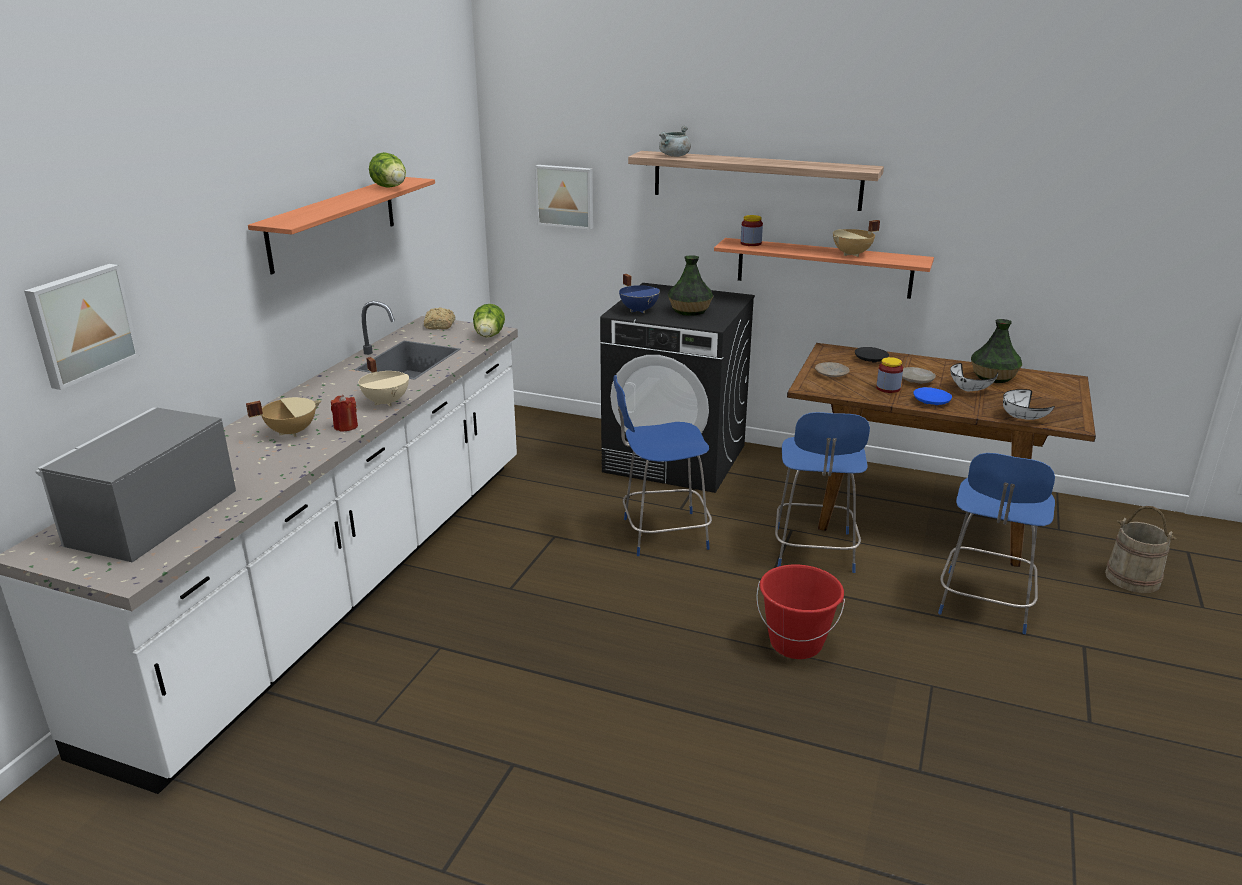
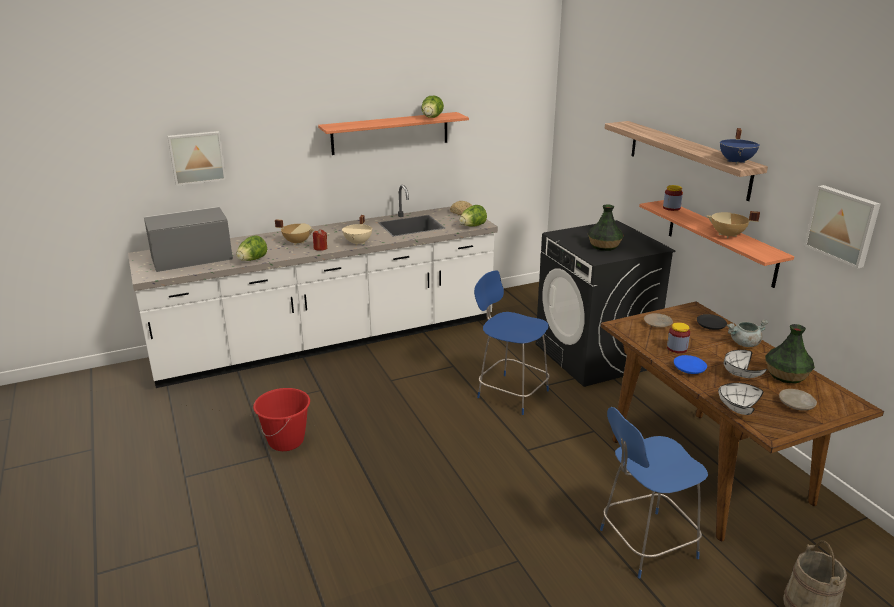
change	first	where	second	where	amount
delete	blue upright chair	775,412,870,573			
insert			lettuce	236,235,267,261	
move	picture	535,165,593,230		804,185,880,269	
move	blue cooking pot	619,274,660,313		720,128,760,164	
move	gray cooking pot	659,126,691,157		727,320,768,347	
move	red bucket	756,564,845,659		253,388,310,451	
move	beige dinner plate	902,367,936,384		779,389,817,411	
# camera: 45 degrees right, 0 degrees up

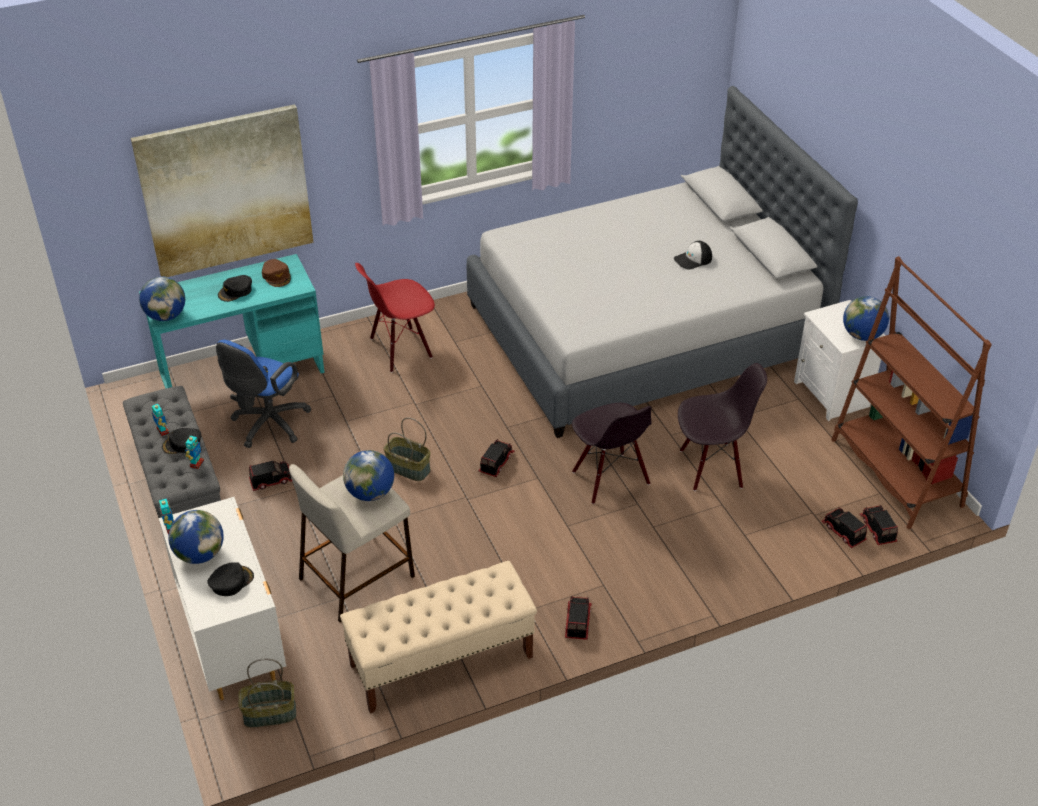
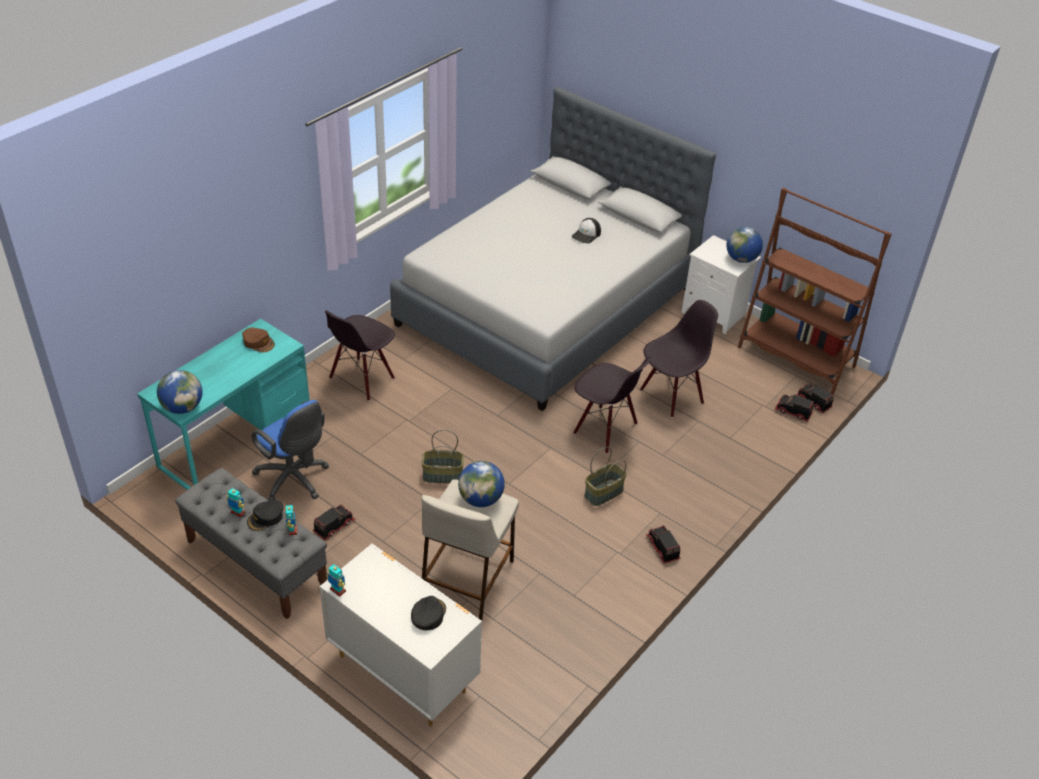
change	first	where	second	where	amount
delete	picture	131,104,314,277			
delete	globe	168,510,224,564			
delete	black cap	218,275,252,302			
delete	beige long seat	340,561,537,713			
delete	model truck	479,439,515,477			
move	storage basket	238,659,296,727		584,447,627,506	
recolor	red upright chair	355,263,435,373	black upright chair	325,310,395,401	
rotate	blue office chair	216,340,311,448		252,400,329,501	45 degrees counterclockwise
# camera: 30 degrees left, 0 degrees up

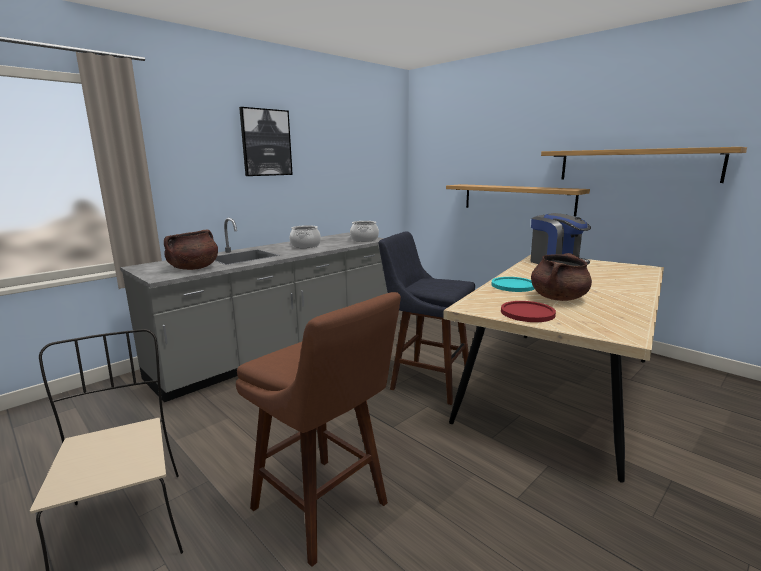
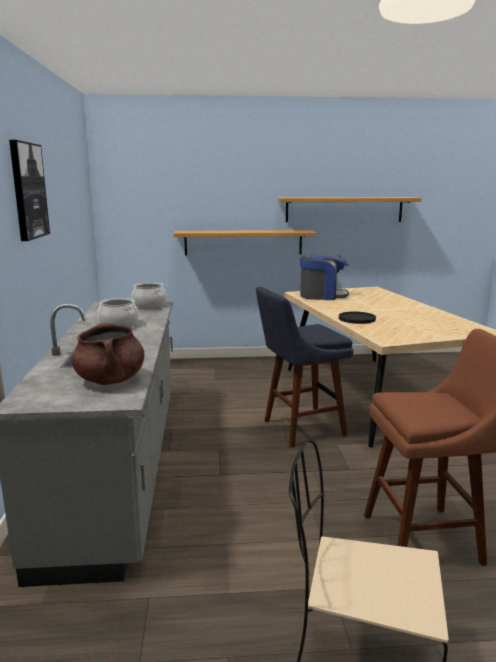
change	first	where	second	where	amount
delete	red dinner plate	501,301,556,322			
delete	brown-coloured cooking pot	531,253,592,301			
recolor	blue-green dinner plate	491,277,534,292	black dinner plate	339,311,376,324	
# camera: 50 degrees left, 0 degrees up

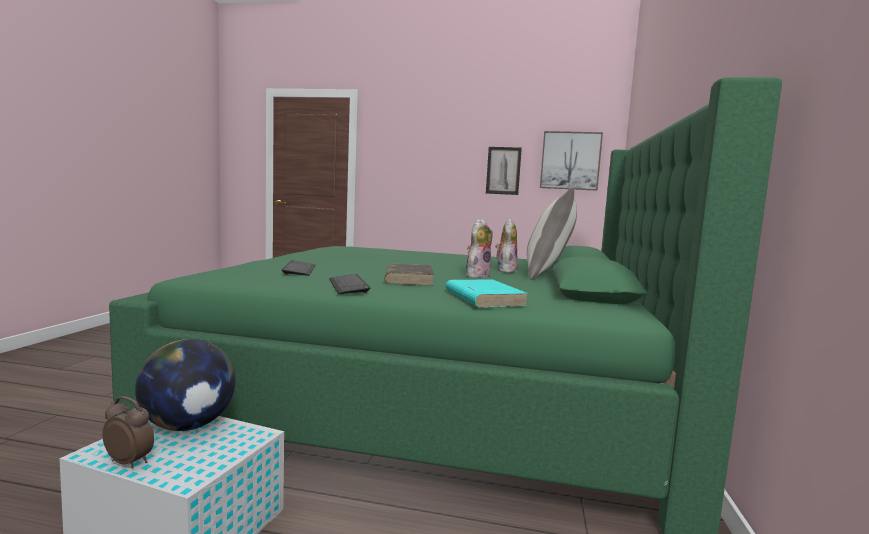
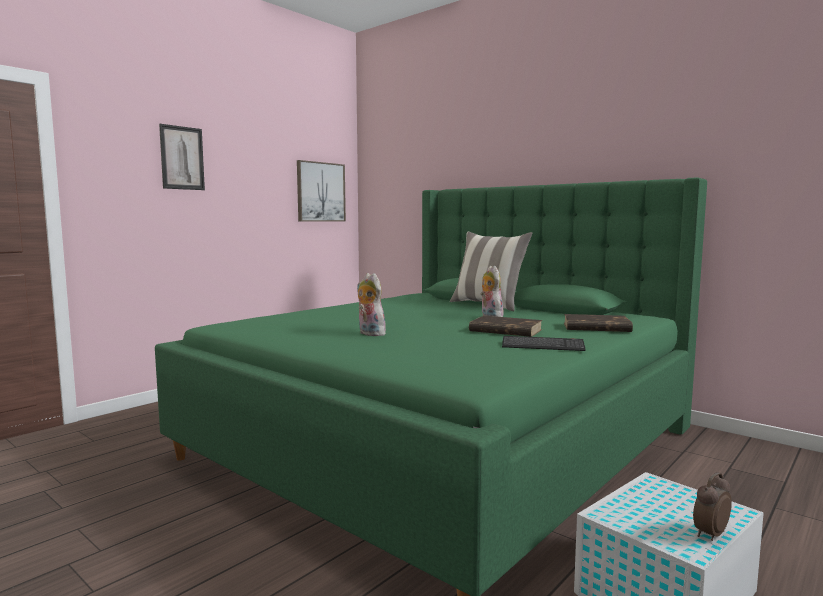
change	first	where	second	where	amount
delete	globe	135,339,236,431			
delete	keyboard	282,260,316,276			
move	picture	486,147,522,195		159,124,205,190	
move	soft toy	495,219,518,273		357,273,386,336	
recolor	blue-green book	446,280,529,308	brown-coloured book	564,314,633,332	
# camera: 60 degrees left, 0 degrees up

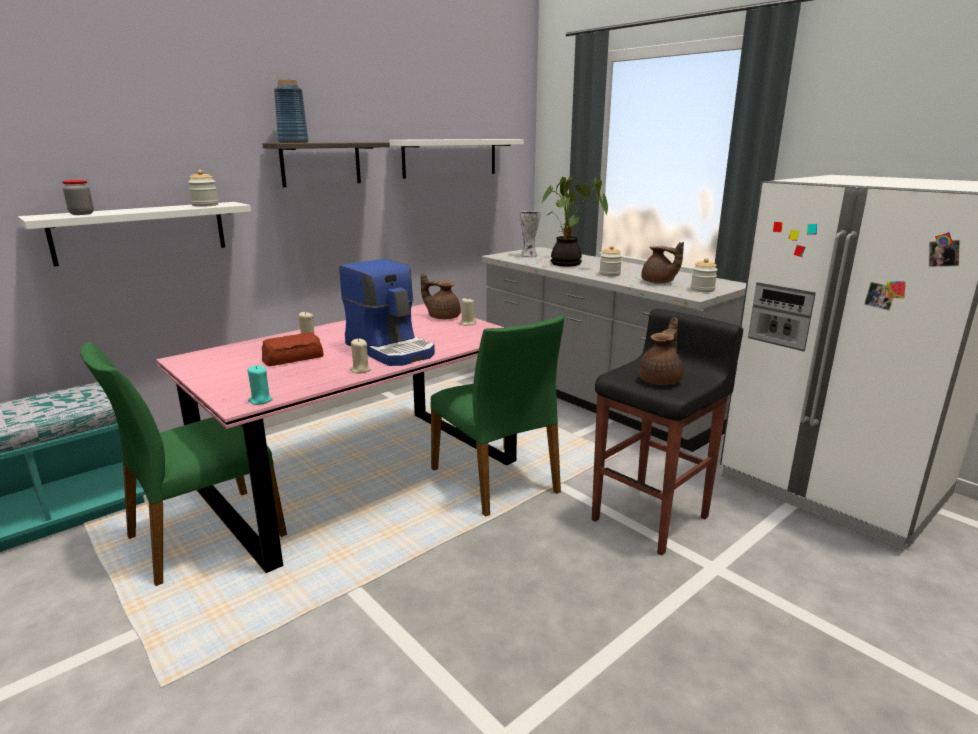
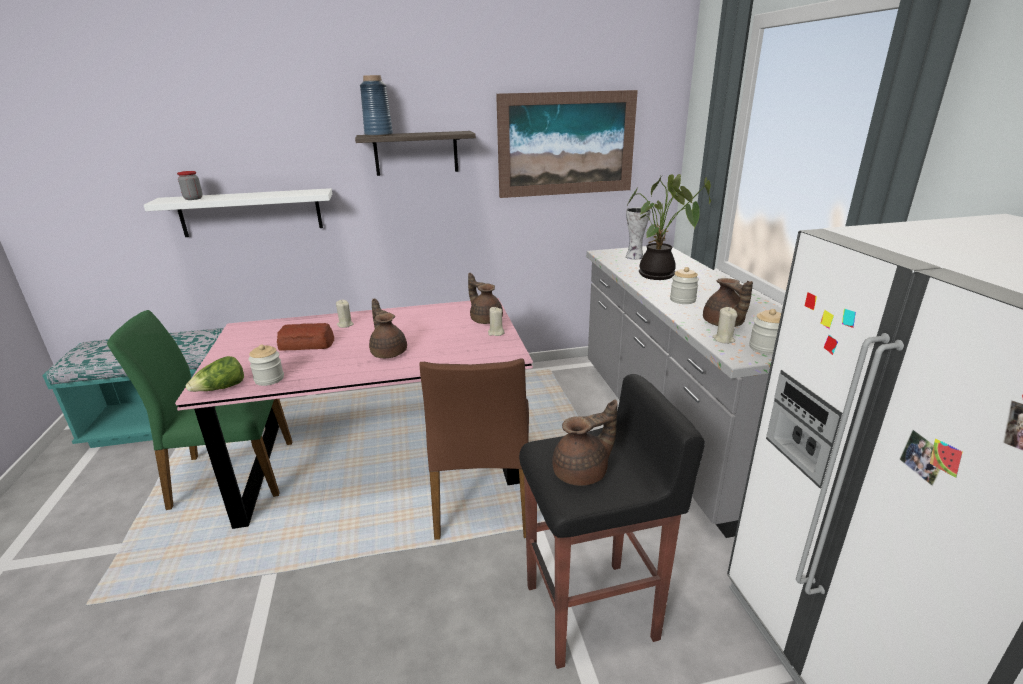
change	first	where	second	where	amount
move	jar	188,170,218,207		248,344,284,386	
move	beige wax candle	350,338,371,374		712,307,738,344	
replace	blue-green wax candle	247,365,273,405	lettuce	186,356,244,392	
replace	coffee machine	339,259,435,366	brown-coloured pot for tea	369,299,407,358	
replace	whitish shelf	389,139,524,179	picture	496,90,638,198	
recolor	green-coloured upright chair	430,316,564,517	brown-coloured upright chair	420,359,529,540	
# camera: 30 degrees right, 5 degrees up

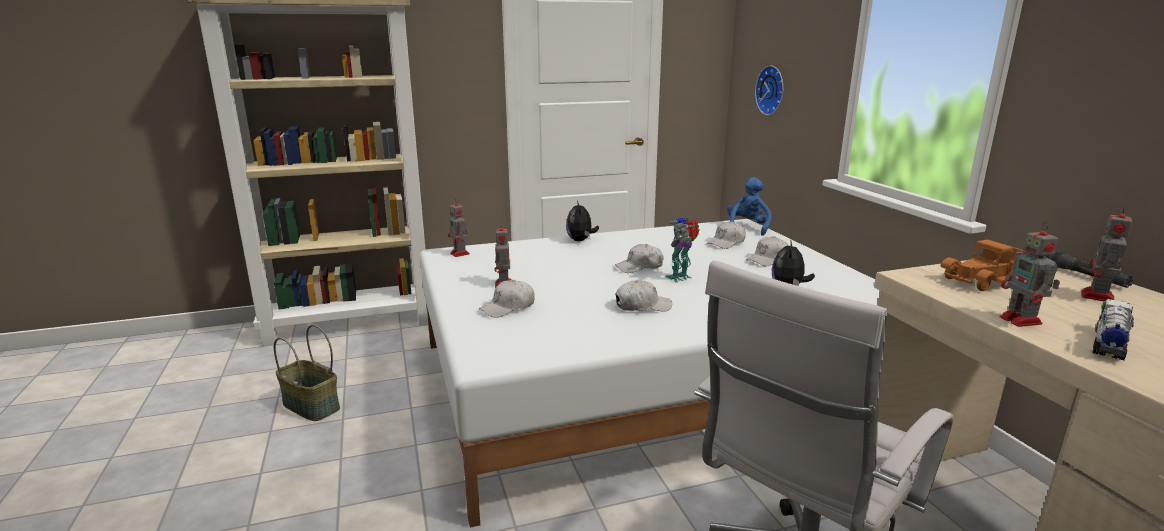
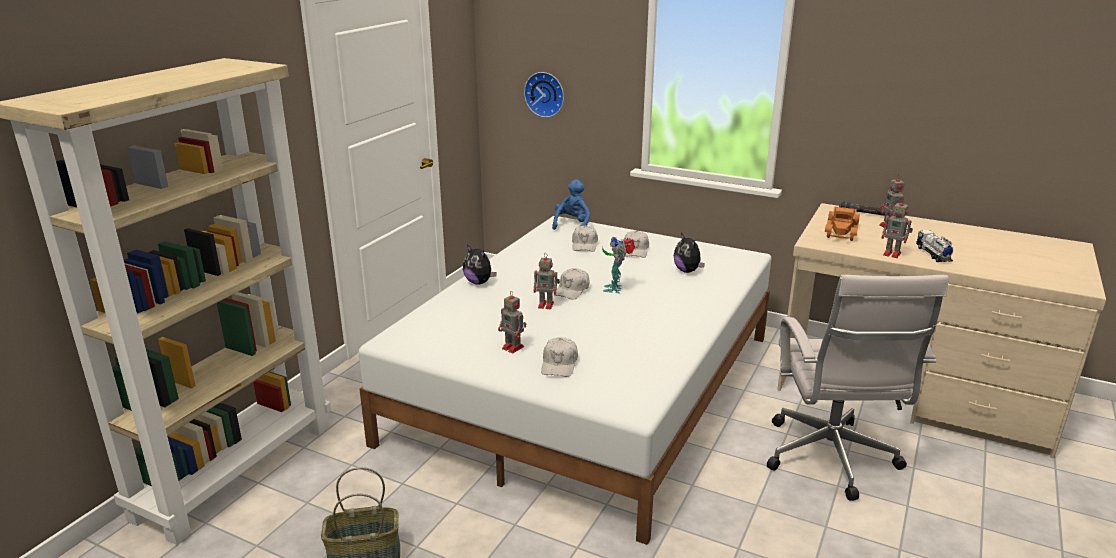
change	first	where	second	where	amount
delete	whitish cap	615,279,672,312			
move	model robot	448,199,470,257		534,253,560,309	
rotate	blue soft toy	727,177,772,236		552,179,590,230	45 degrees clockwise
# camera: 45 degrees left, 5 degrees up

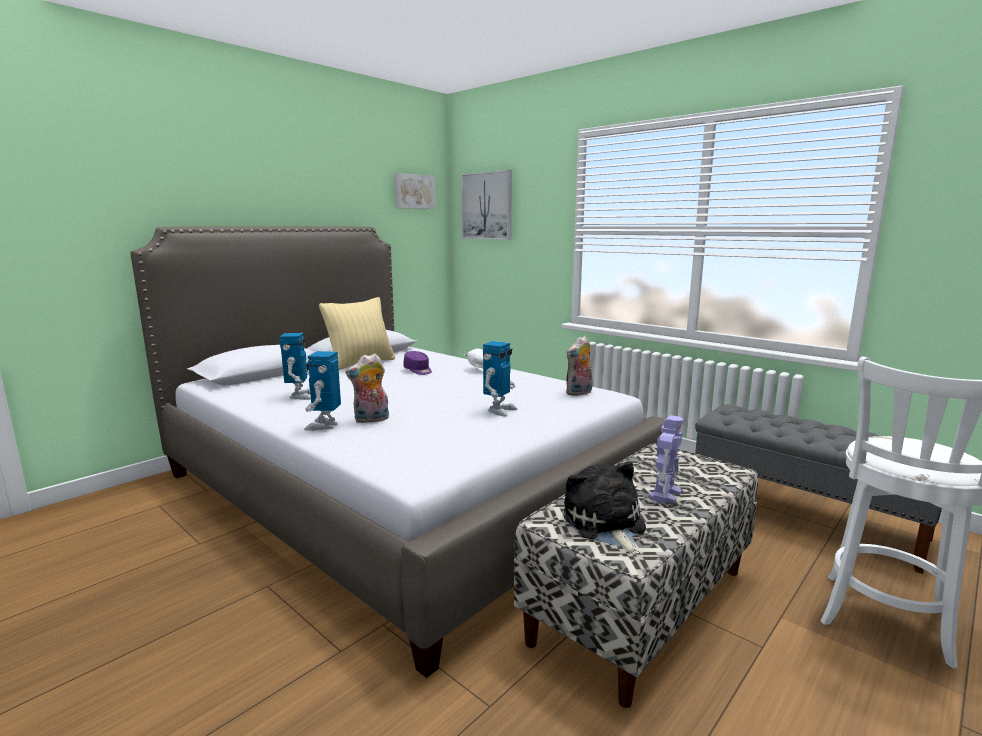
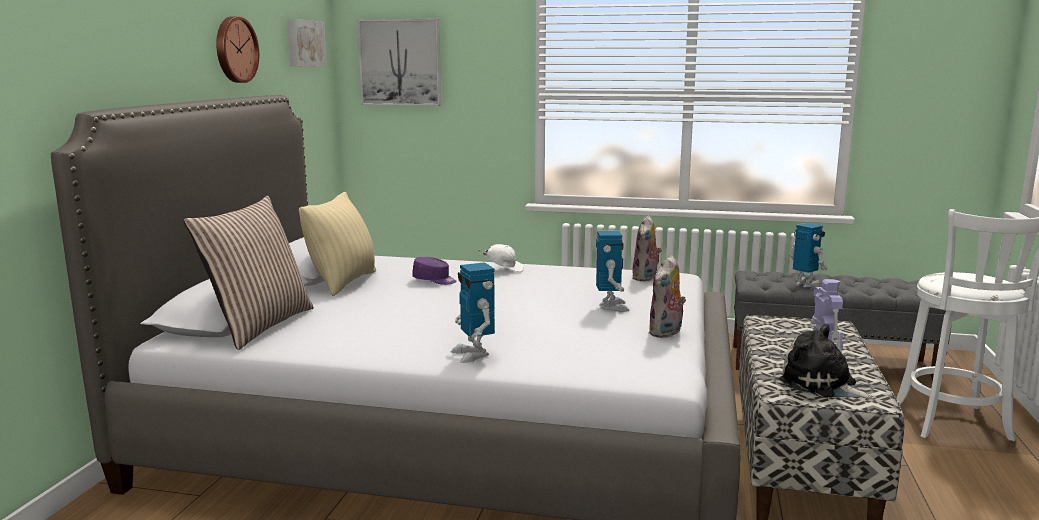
change	first	where	second	where	amount
insert			cushion	183,196,314,350	
insert			clock on the wall	216,16,259,83	
move	model robot	280,333,311,400		789,223,828,287	
move	soft toy	346,353,389,423		648,255,686,338	
# camera: 30 degrees left, 0 degrees up

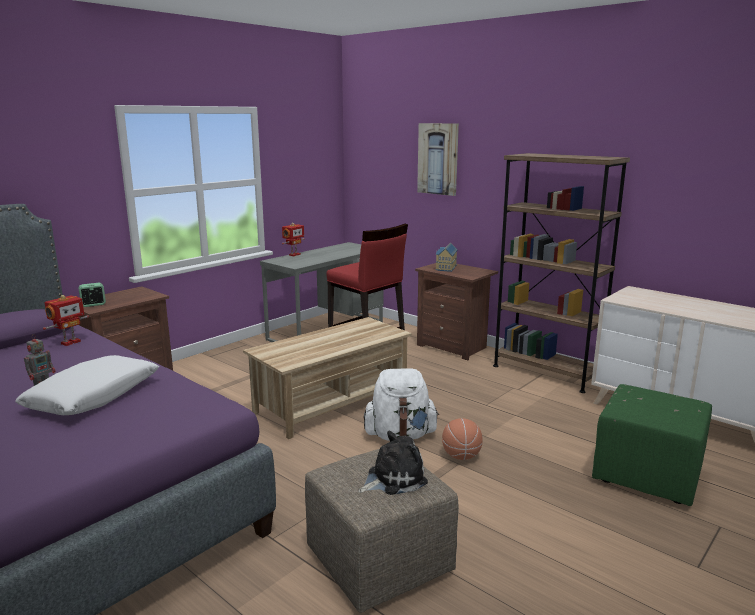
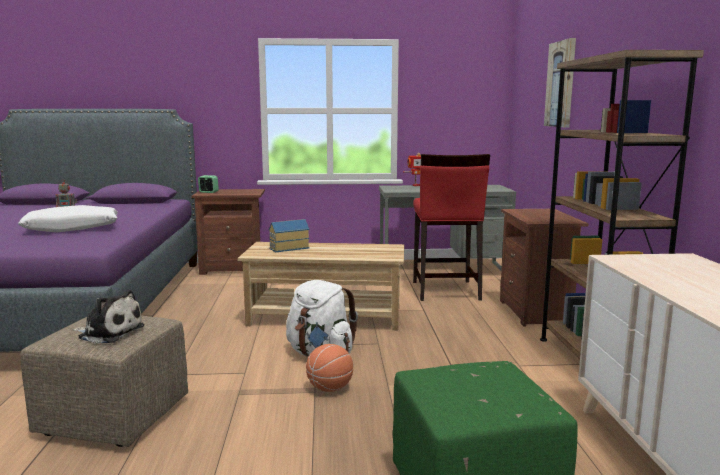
change	first	where	second	where	amount
delete	model robot	43,295,89,346			
move	model house	435,243,457,272		269,219,309,252	
# camera: 45 degrees right, 5 degrees down

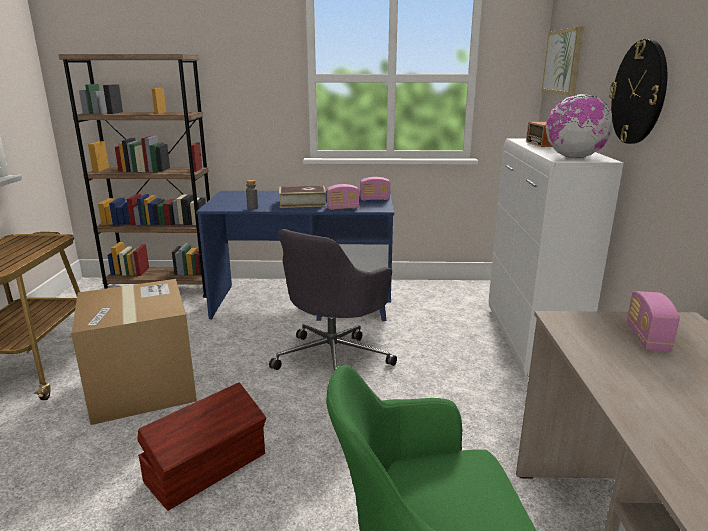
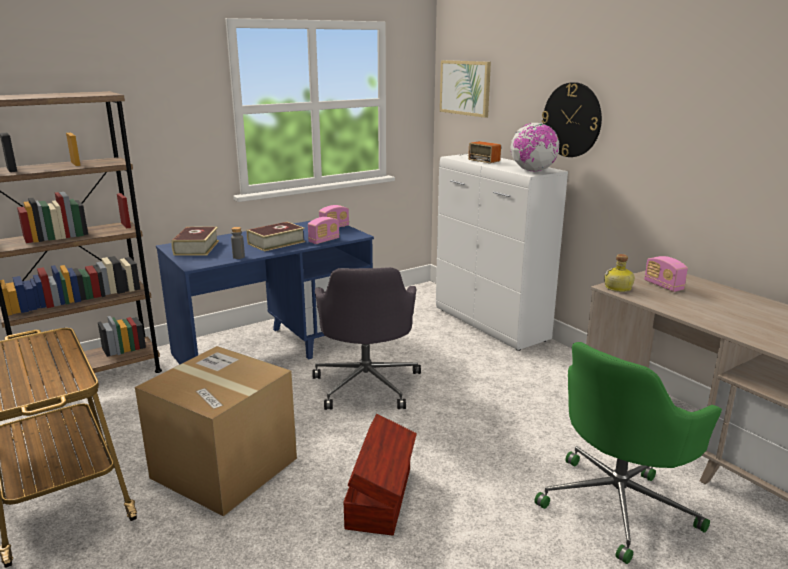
change	first	where	second	where	amount
insert			book	172,227,219,256	
insert			drink bottle	604,254,635,292	
# camera: 35 degrees left, 0 degrees up

